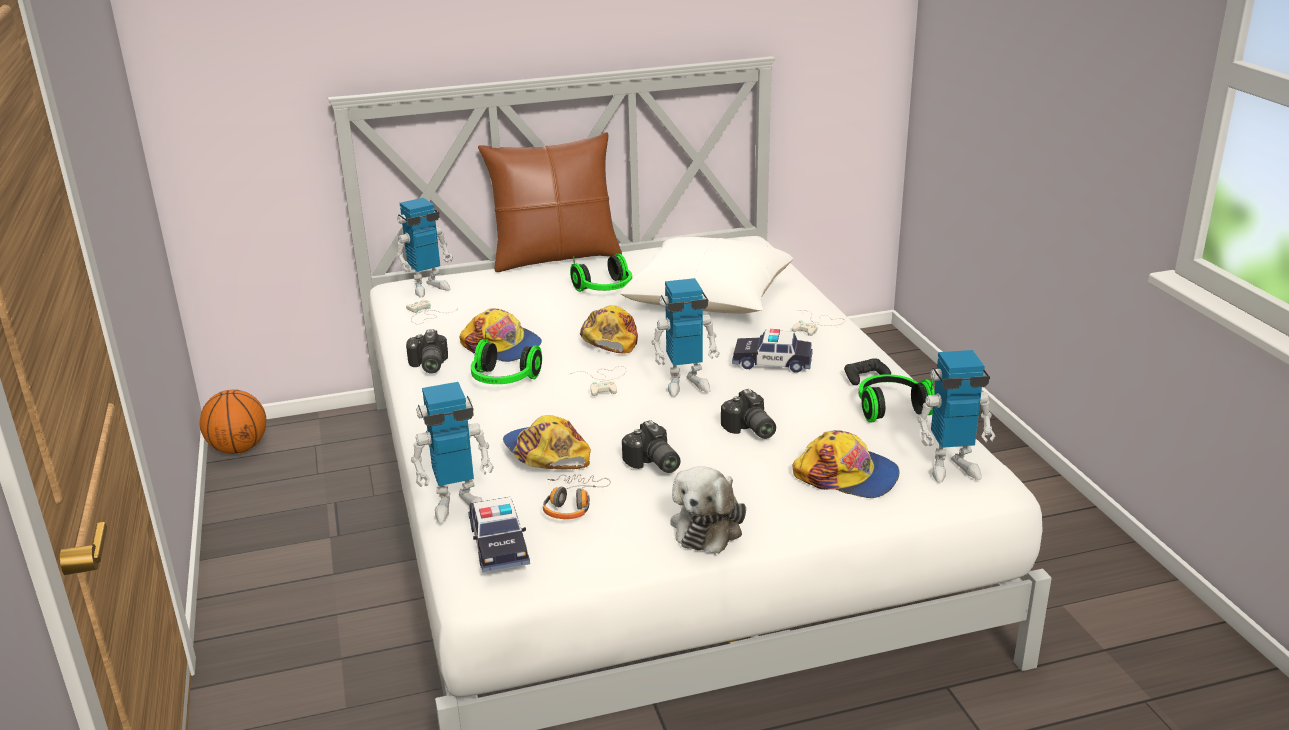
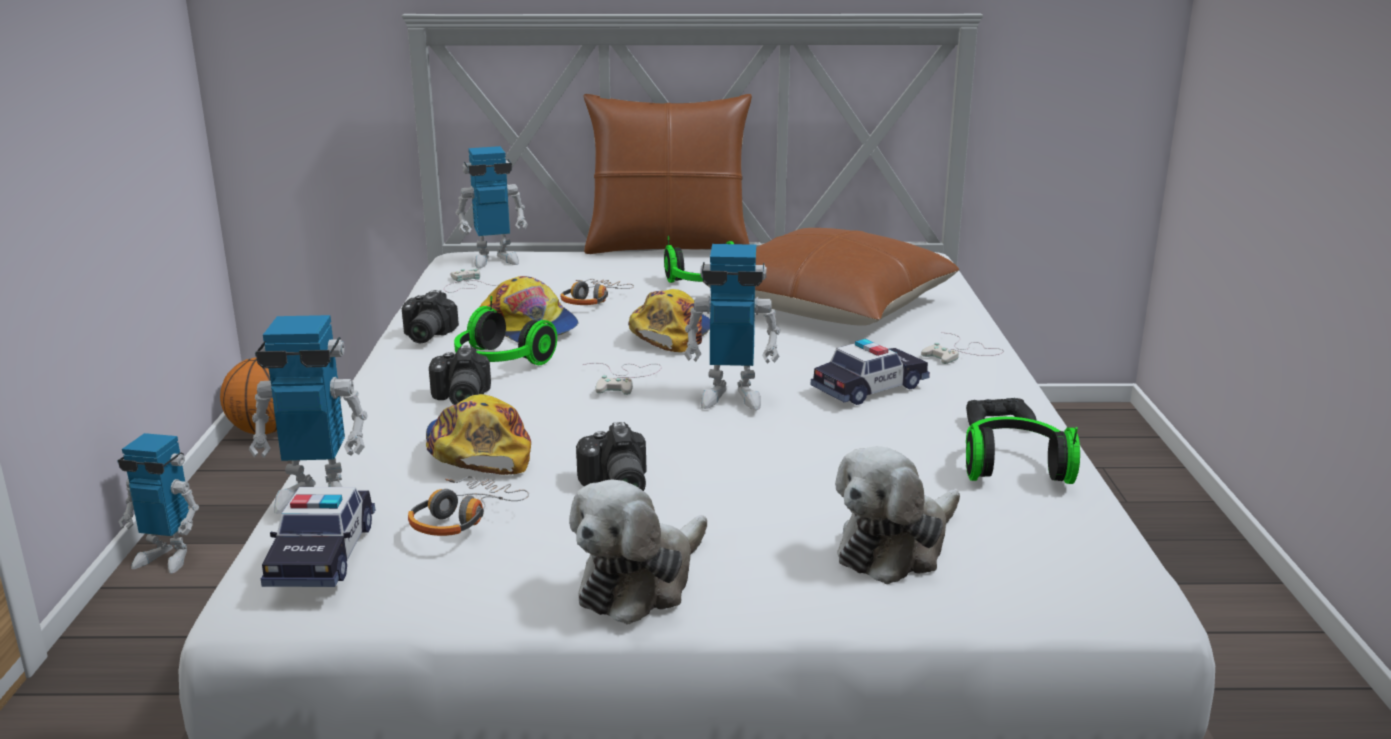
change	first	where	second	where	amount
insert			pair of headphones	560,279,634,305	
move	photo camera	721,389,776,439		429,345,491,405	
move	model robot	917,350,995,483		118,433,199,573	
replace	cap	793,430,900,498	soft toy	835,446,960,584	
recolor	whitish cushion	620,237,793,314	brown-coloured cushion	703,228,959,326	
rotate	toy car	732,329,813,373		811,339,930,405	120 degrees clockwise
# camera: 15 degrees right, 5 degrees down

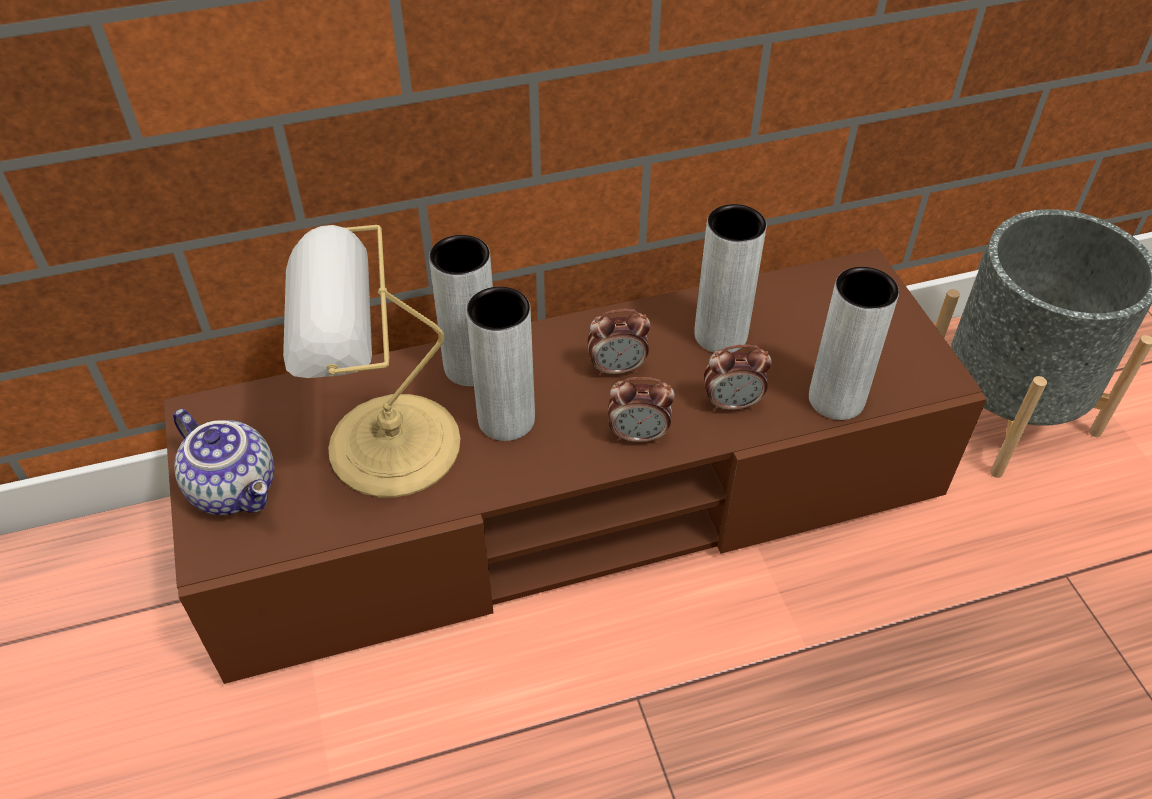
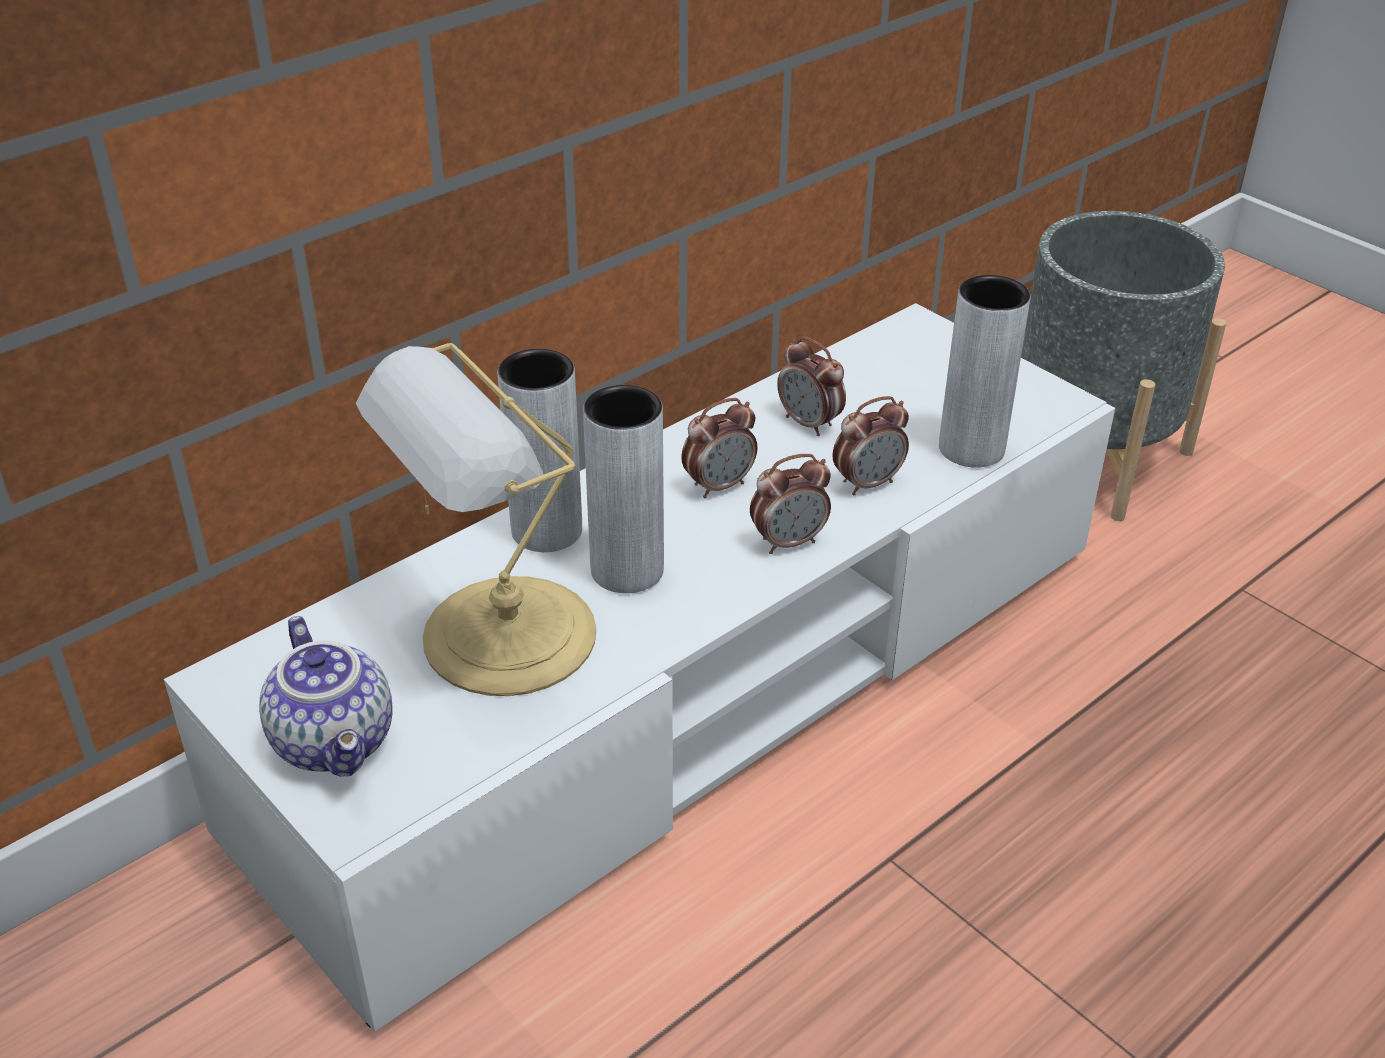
change	first	where	second	where	amount
replace	gray decorative vase	694,204,767,353	table clock	777,336,846,436	
recolor	brown-coloured media console	164,249,987,684	whitish media console	164,303,1115,1032	
rotate	pot for tea	173,409,274,515		259,616,393,776	45 degrees clockwise
# camera: 25 degrees left, 10 degrees down

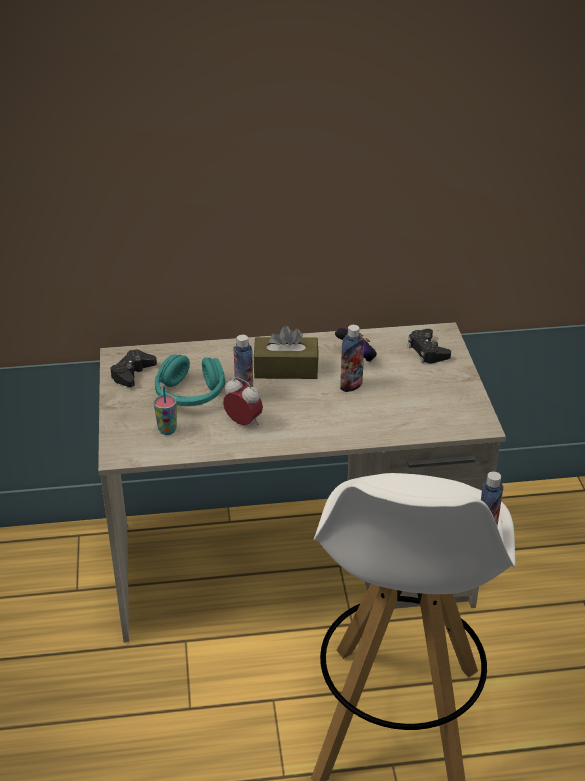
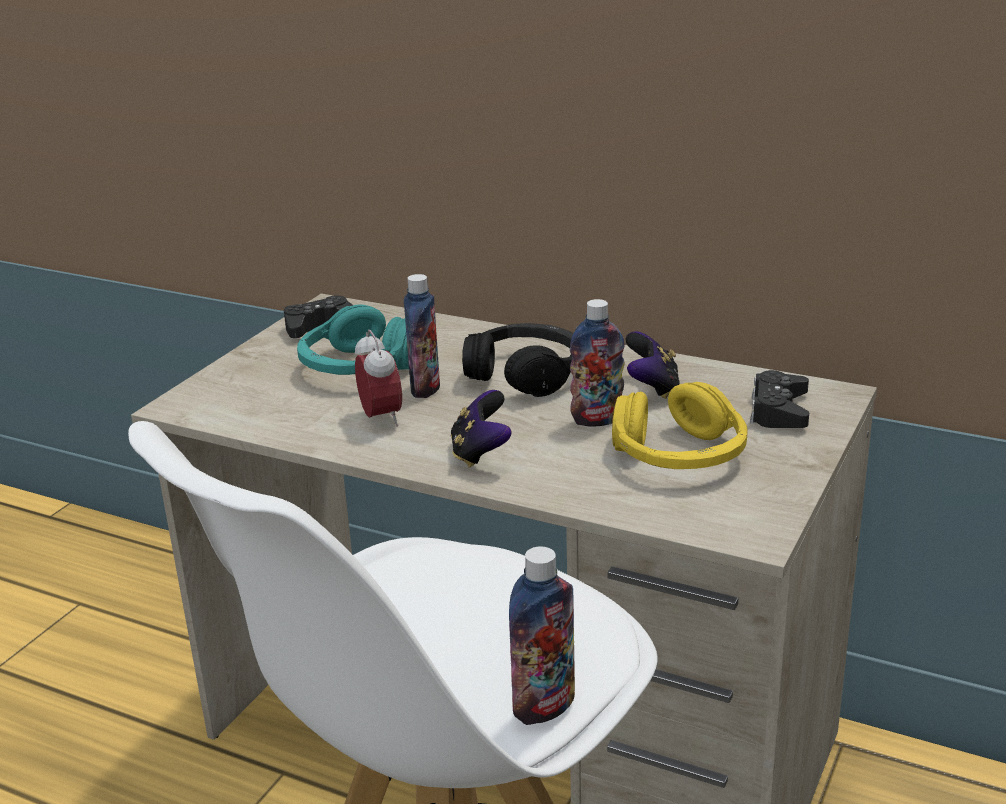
change	first	where	second	where	amount
delete	small cup	154,386,177,435			
insert			game controller	451,390,512,468	
insert			yellow pair of headphones	612,382,748,469	
replace	brown-coloured tissue holder	254,326,319,379	black pair of headphones	462,323,574,397	
# camera: 35 degrees right, 10 degrees down

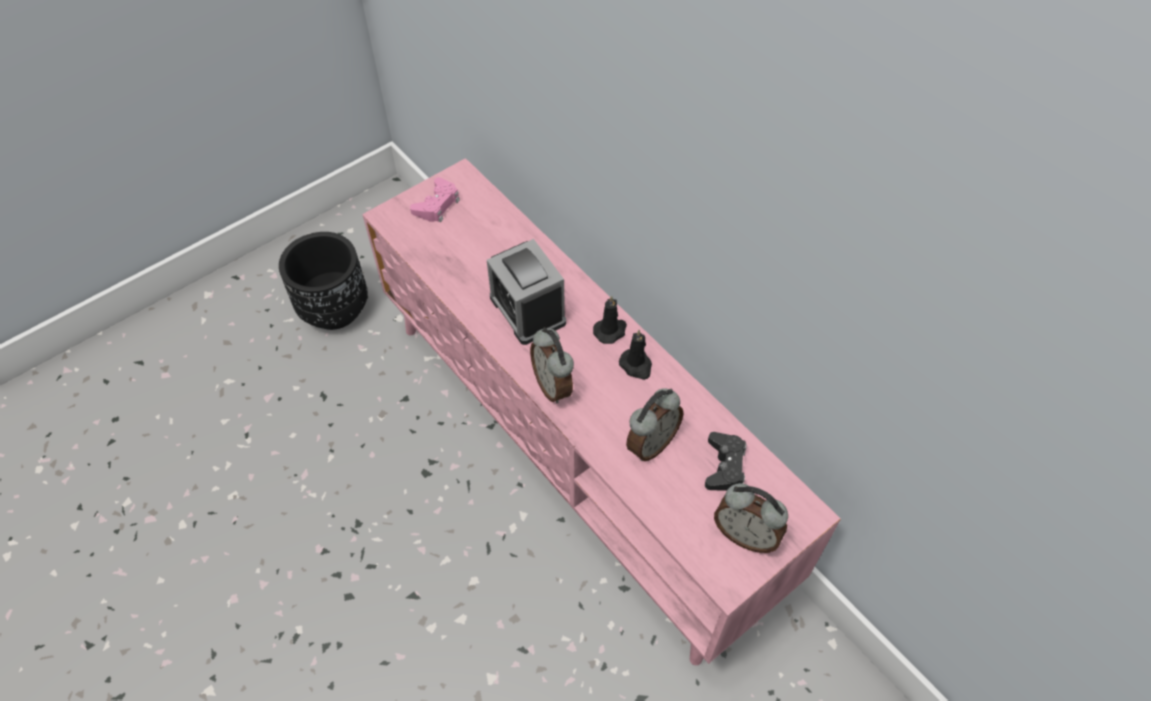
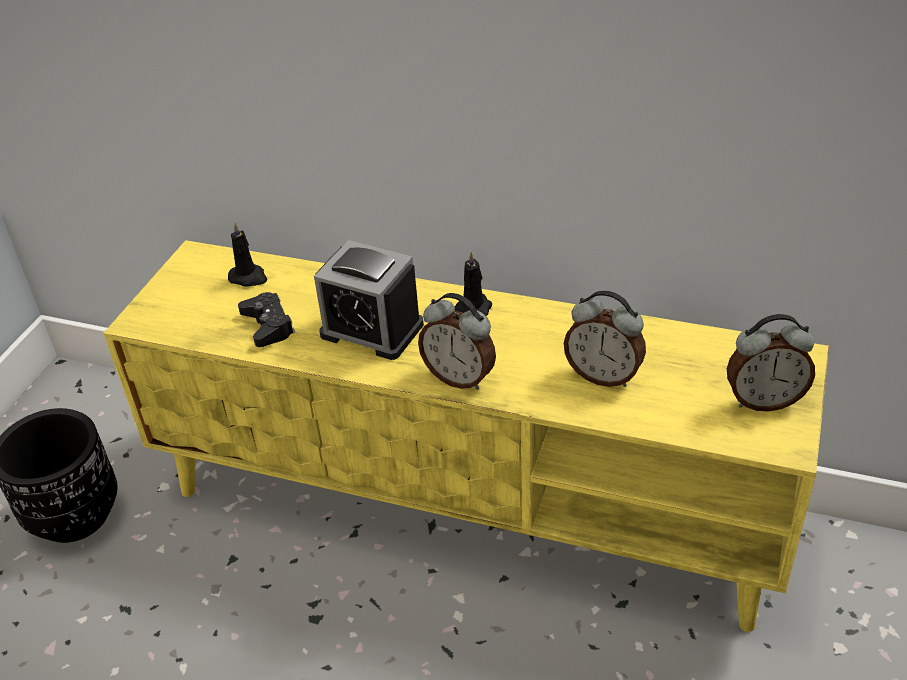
change	first	where	second	where	amount
delete	pink-coloured game controller	410,177,460,222			
move	black wax candle	619,330,652,380		228,222,267,287	
move	black game controller	705,432,746,491		238,292,295,347	
recolor	pink-coloured media console	362,158,841,666	yellow media console	104,240,829,632	
rotate	table clock	626,388,684,461		564,291,646,387	105 degrees clockwise
# camera: 30 degrees left, 15 degrees down

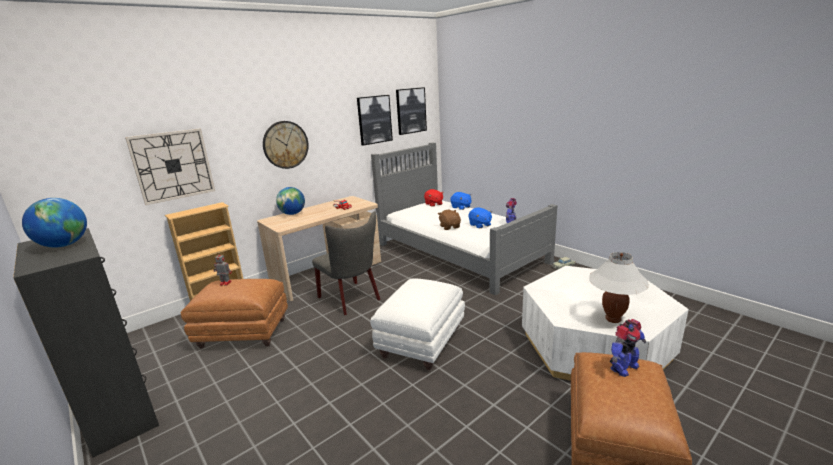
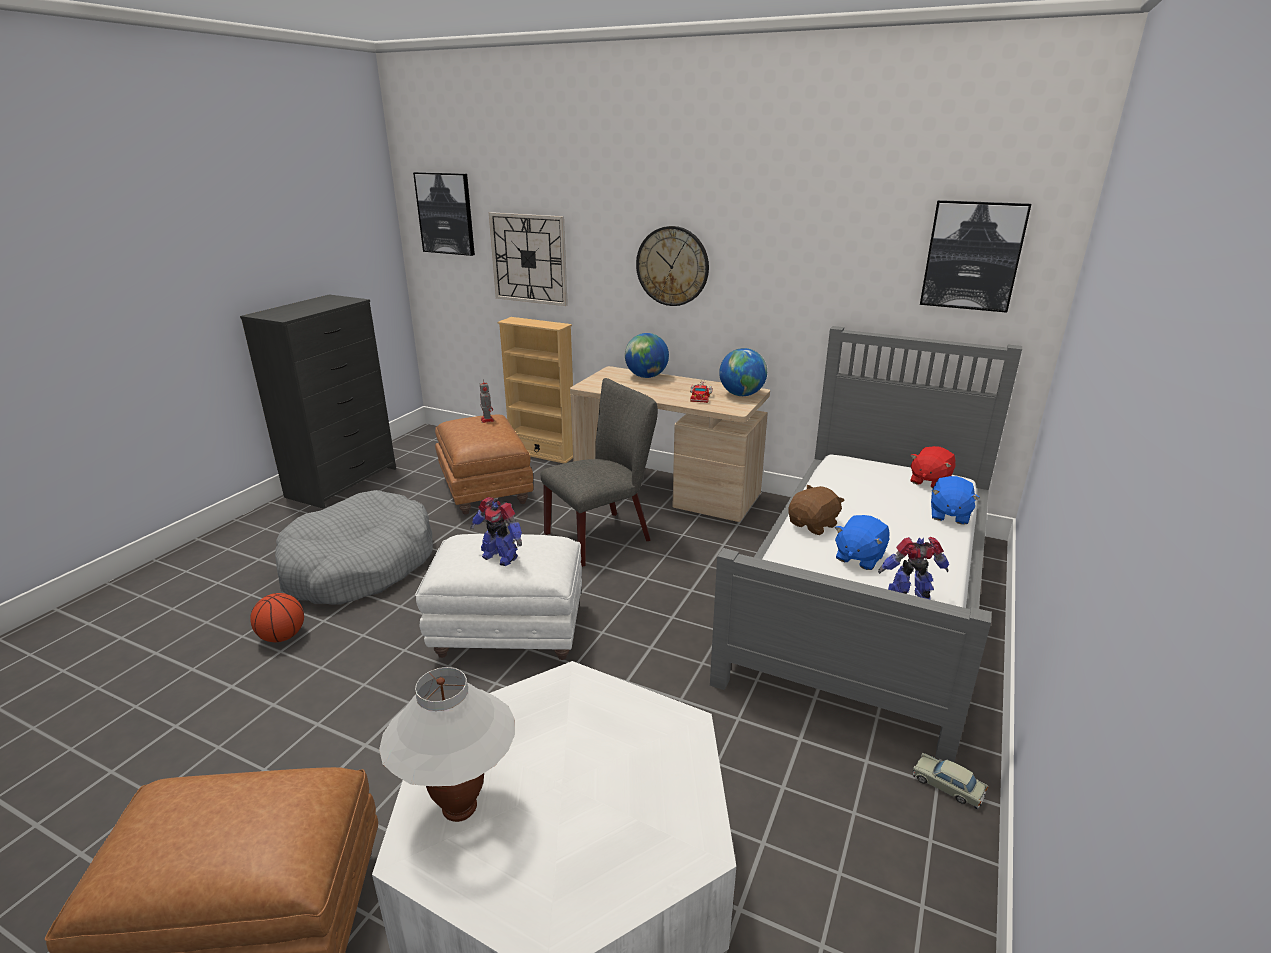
change	first	where	second	where	amount
insert			basketball ball	250,593,304,642	
insert			gray dog bed	275,490,433,605	
move	globe	22,198,87,248		719,348,767,396	
move	picture	357,95,393,146		413,172,475,256	
move	model robot	610,319,646,377		470,497,522,566	
rotate	gray upright chair	312,211,380,315		541,378,658,567	150 degrees counterclockwise
# camera: 65 degrees right, 5 degrees up

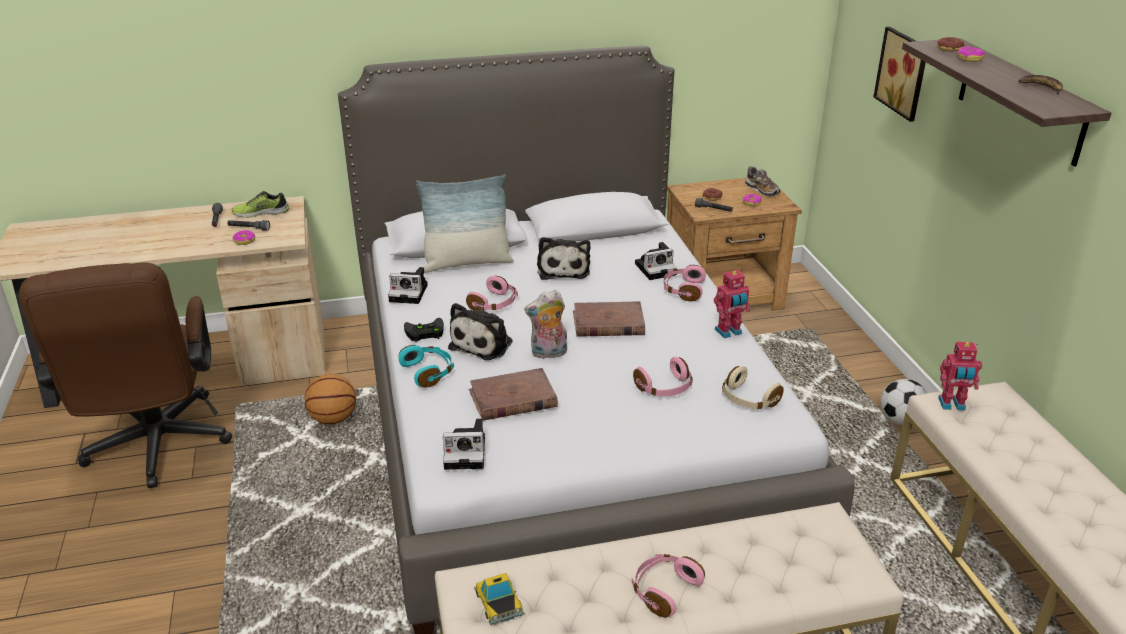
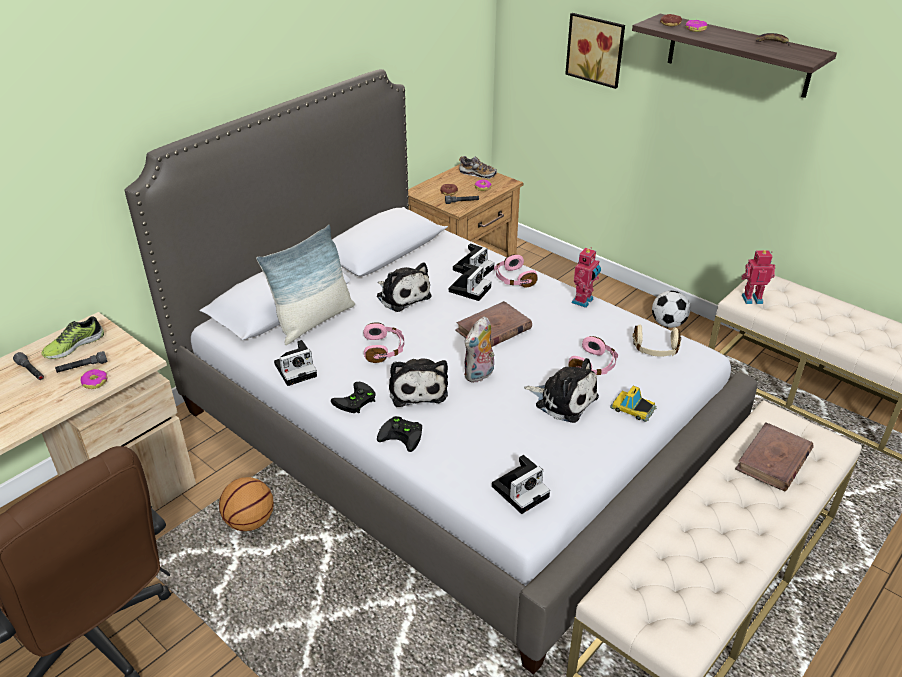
change	first	where	second	where	amount
delete	pink-coloured pair of headphones	632,554,705,618			
insert			photo camera	449,263,491,301	
insert			soft toy	524,358,599,423	
move	brown-coloured book	469,368,558,421		735,422,814,492	
move	toy car	474,573,525,625		610,386,656,422	
replace	blue-green pair of headphones	398,345,454,388	black game controller	377,416,422,452	
rotate	model robot	938,342,982,410		741,250,775,304	150 degrees counterclockwise
# camera: 35 degrees left, 5 degrees up

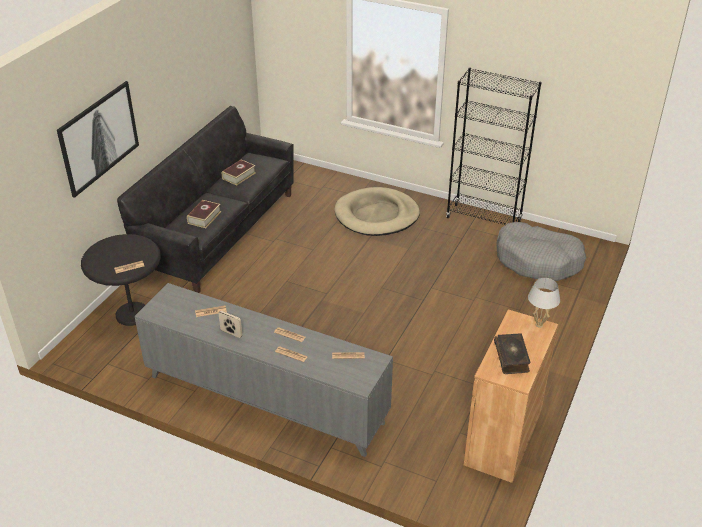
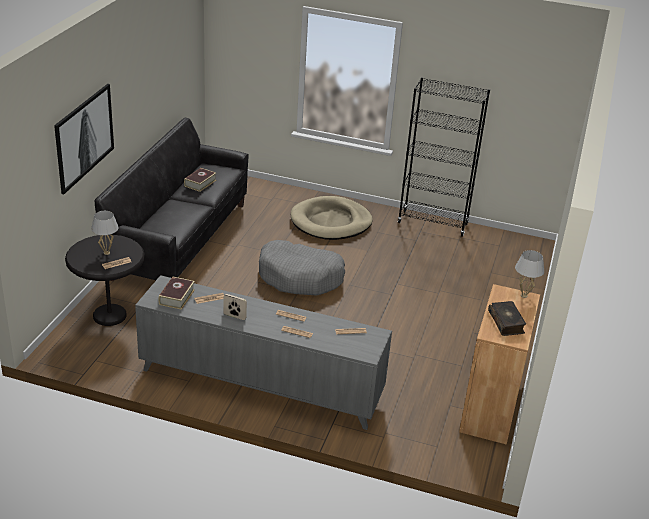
change	first	where	second	where	amount
insert			whitish lamp for a table	91,211,119,255	
move	book	187,200,221,228		158,277,195,310	
move	gray dog bed	496,222,586,281		259,240,345,296	
# camera: 10 degrees left, 5 degrees down

